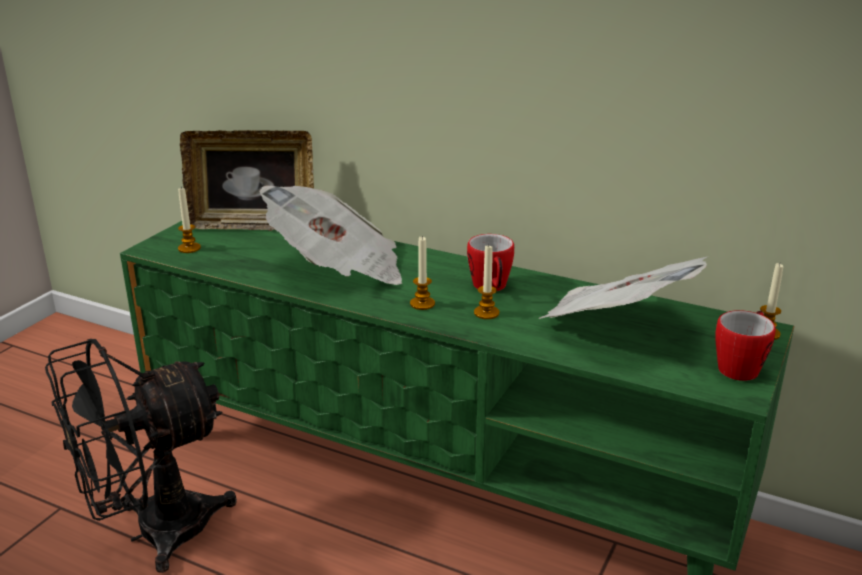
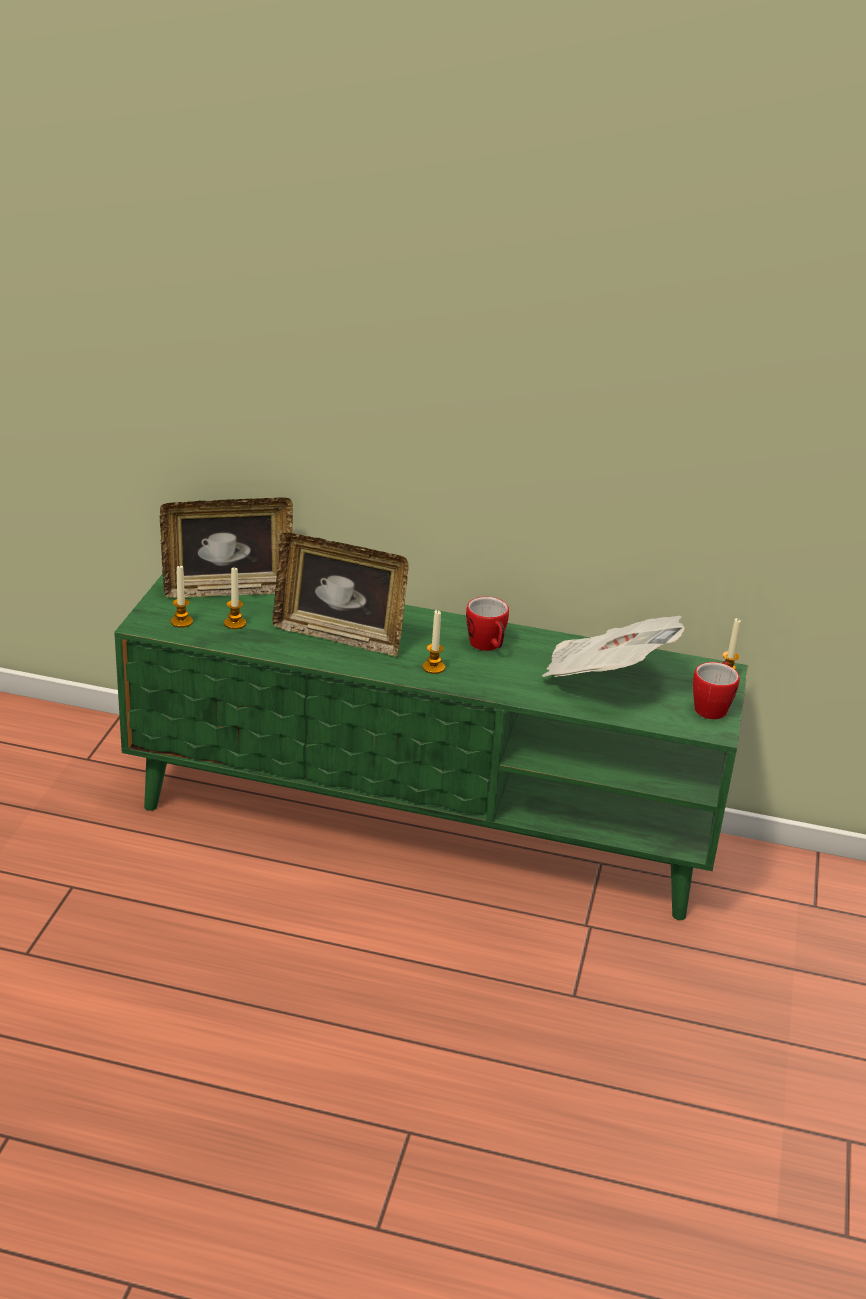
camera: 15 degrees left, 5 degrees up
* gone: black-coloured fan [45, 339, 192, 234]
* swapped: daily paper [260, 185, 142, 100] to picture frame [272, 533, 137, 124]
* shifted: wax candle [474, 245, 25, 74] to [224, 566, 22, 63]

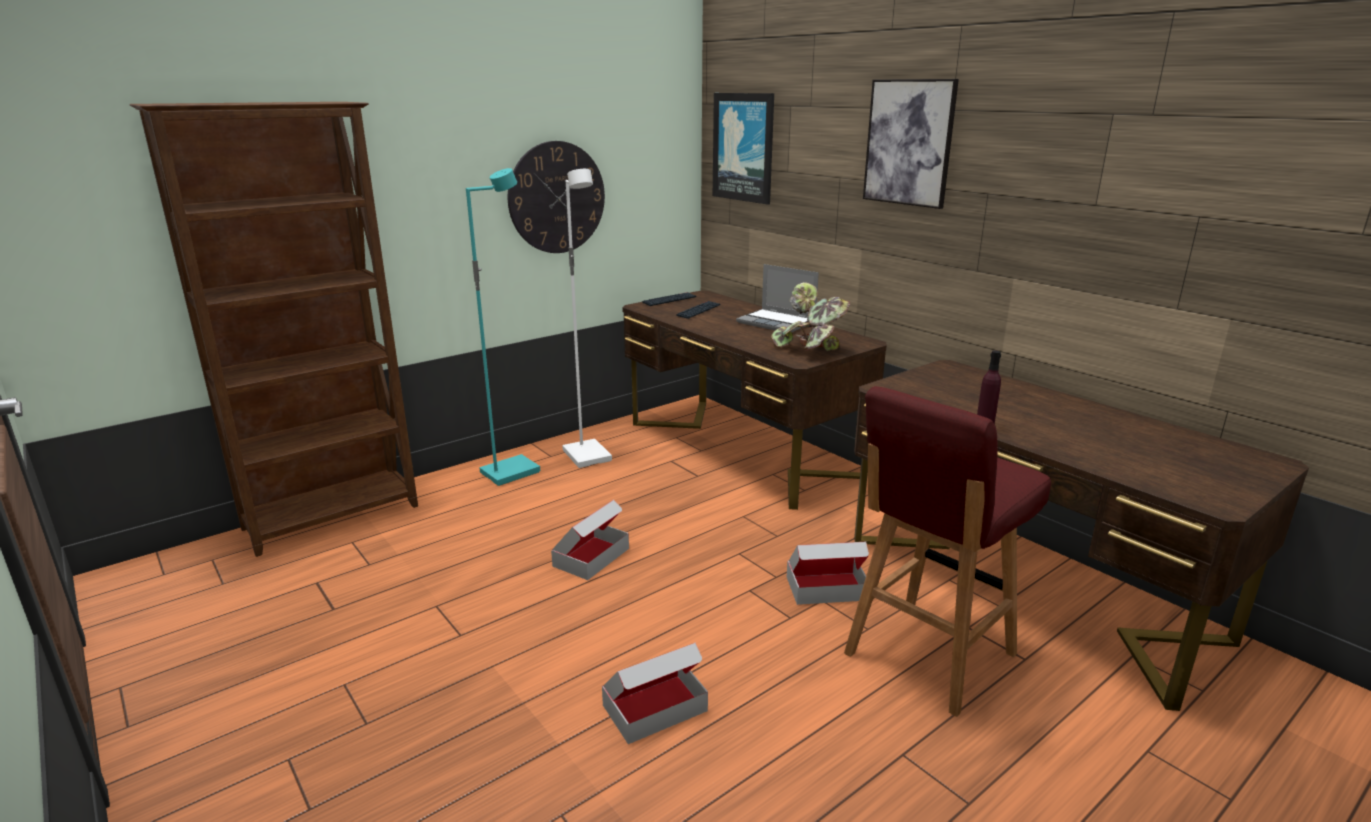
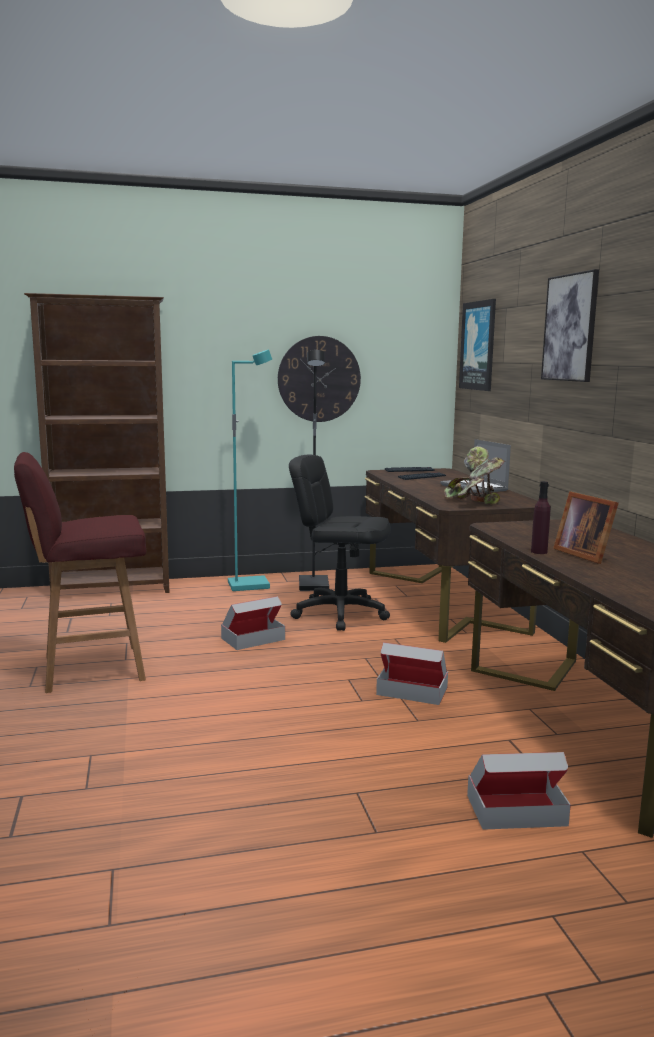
camera: 25 degrees right, 10 degrees down
* repainted: white floor lamp [562, 169, 50, 299] to black-coloured floor lamp [299, 350, 30, 241]
* shifted: cardboard box [602, 643, 106, 101] to [467, 752, 104, 78]
* shifted: red stool [844, 386, 207, 331] to [14, 452, 132, 241]
* new: black-coloured desk chair [289, 455, 102, 176]
* new: picture frame [553, 491, 66, 73]

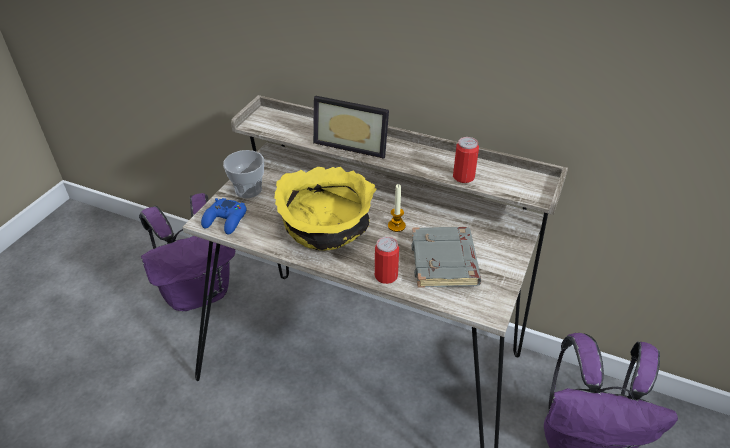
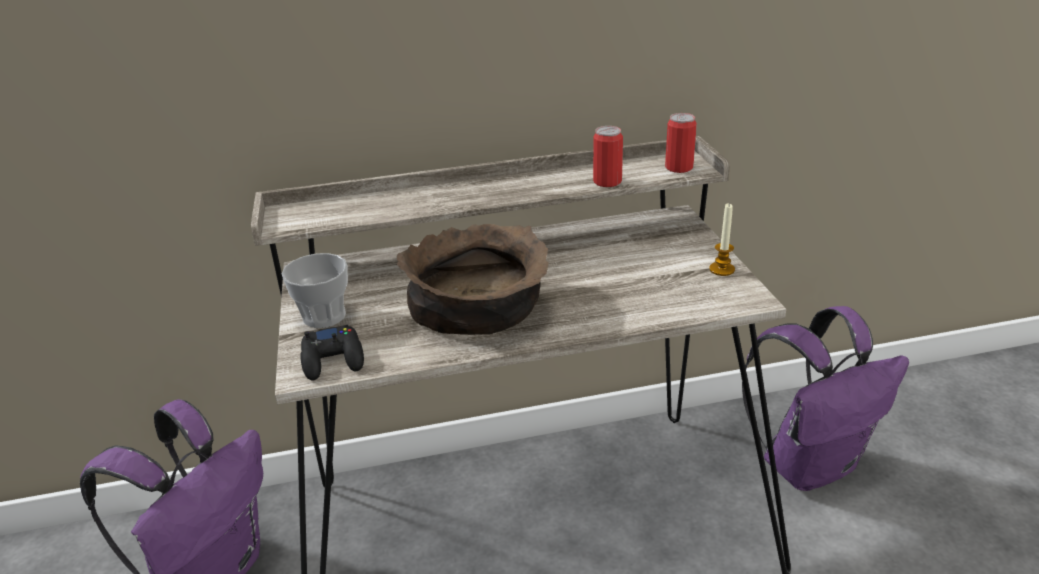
camera: 35 degrees left, 10 degrees down
* repainted: blue game controller [201, 198, 46, 36] to black-coloured game controller [300, 325, 64, 55]
* repainted: yellowish serving bowl [274, 167, 103, 83] to brown serving bowl [396, 224, 153, 111]
* gone: picture frame [313, 95, 76, 64]
* shifted: sealed can [375, 237, 24, 47] to [665, 113, 32, 60]
* shifted: wax candle [388, 184, 18, 48] to [709, 203, 26, 73]
* gone: grey bound book [411, 227, 70, 61]

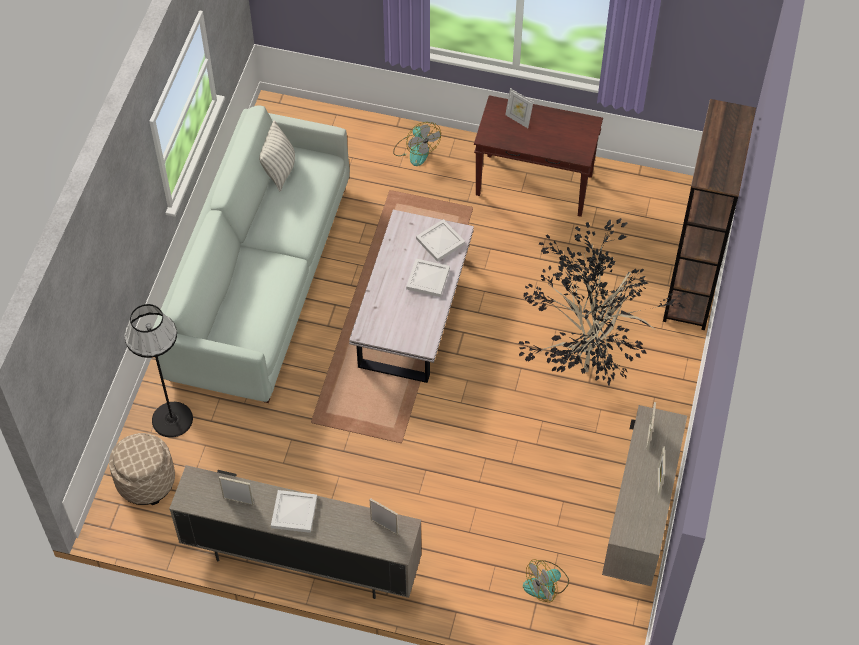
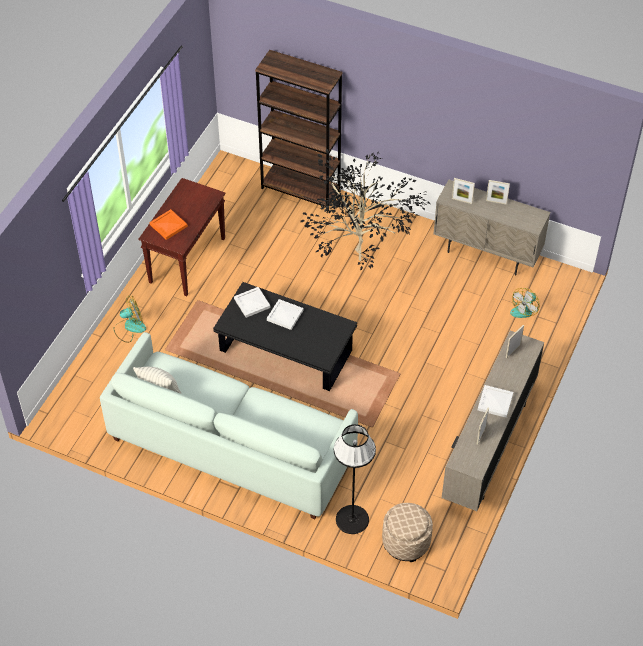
camera: 80 degrees left, 5 degrees down
* repainted: white lounge table [349, 210, 125, 173] to black-coloured lounge table [213, 282, 144, 109]
* swapped: picture frame [505, 88, 28, 40] to orangey serving tray [150, 209, 38, 31]
* rotated: fan [523, 559, 46, 43] = [510, 288, 30, 30] 60 degrees clockwise

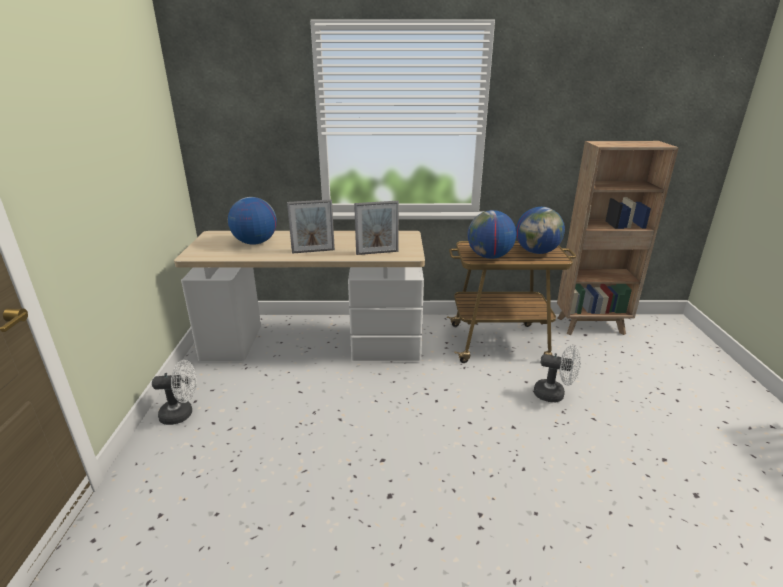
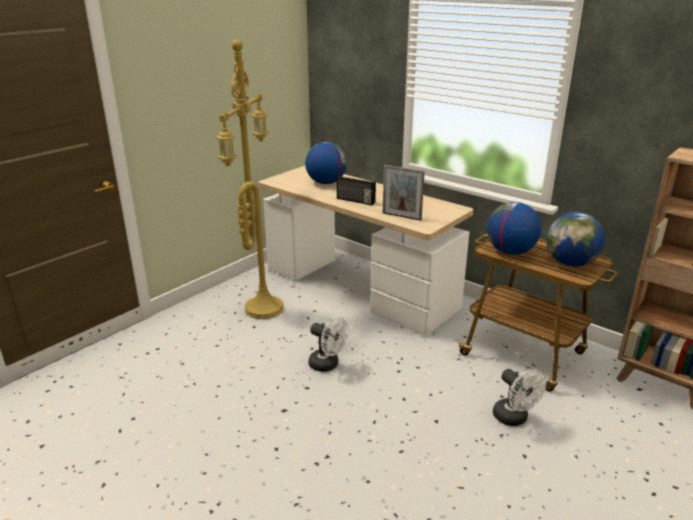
camera: 40 degrees right, 0 degrees up
* shifted: white fan [152, 360, 45, 65] to [308, 317, 41, 55]
* swapped: picture frame [287, 199, 48, 55] to radio set [337, 176, 39, 29]
* new: yellowish floor lamp [216, 40, 68, 279]

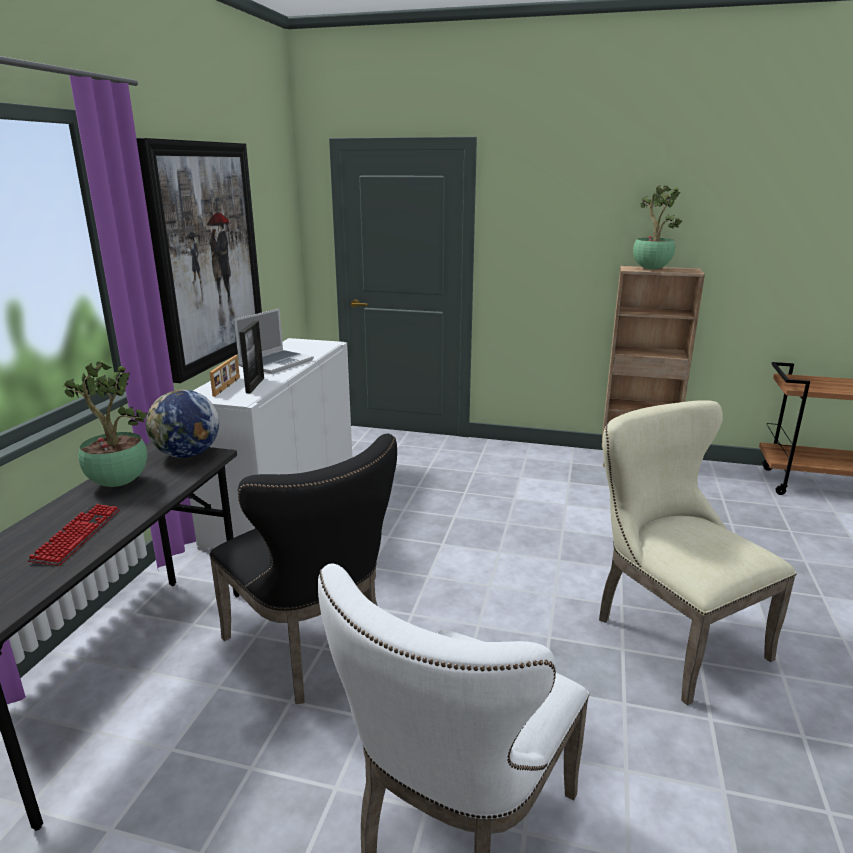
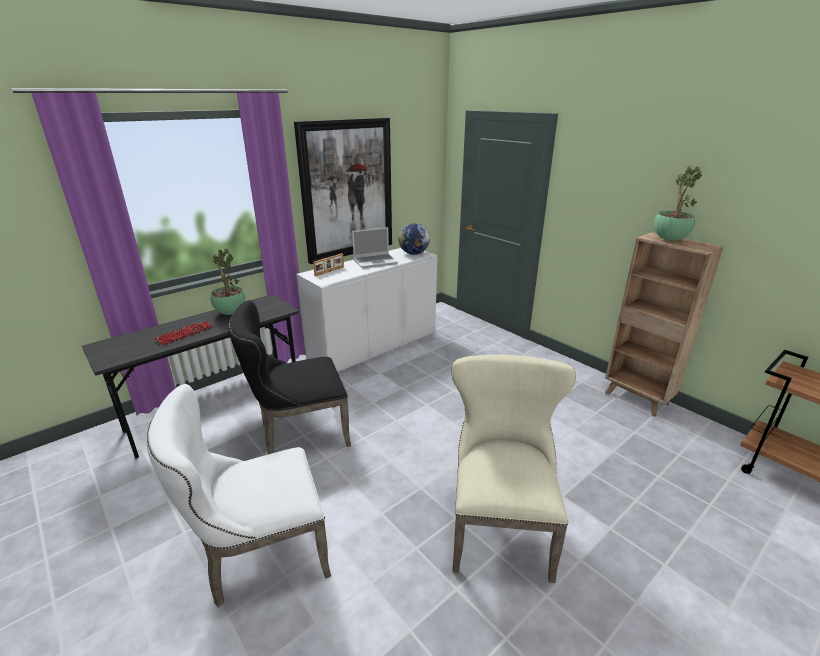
camera: 35 degrees right, 5 degrees up
* shifted: globe [146, 390, 73, 68] to [398, 223, 32, 32]
* rotated: black-coloured upright chair [209, 434, 188, 270] = [228, 300, 123, 155] 75 degrees clockwise
* gone: picture frame [239, 321, 25, 72]

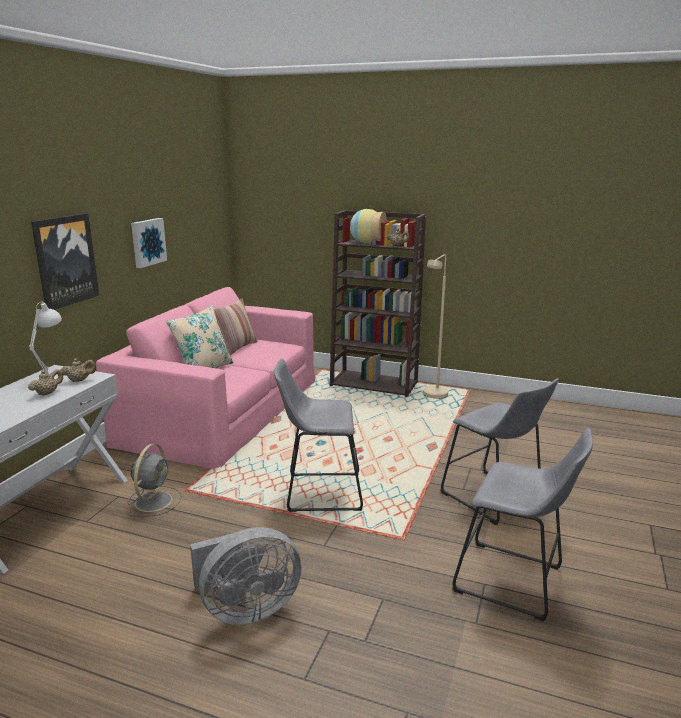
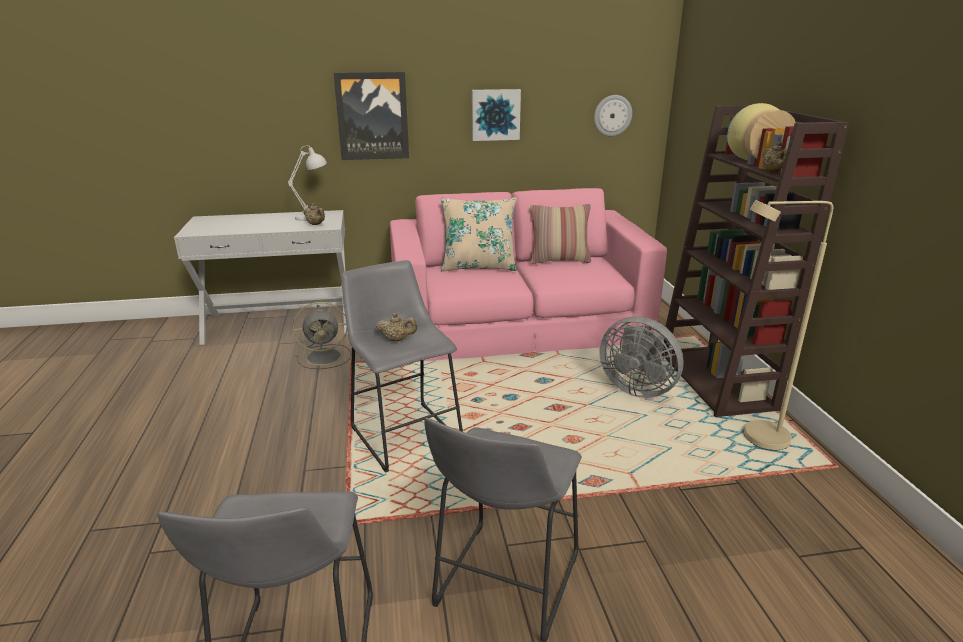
camera: 60 degrees right, 5 degrees up
* shifted: beige pot for tea [28, 369, 35, 27] to [376, 313, 41, 29]
* shifted: grey fan [190, 527, 112, 98] to [600, 317, 84, 81]
* new: wall clock [594, 95, 38, 41]

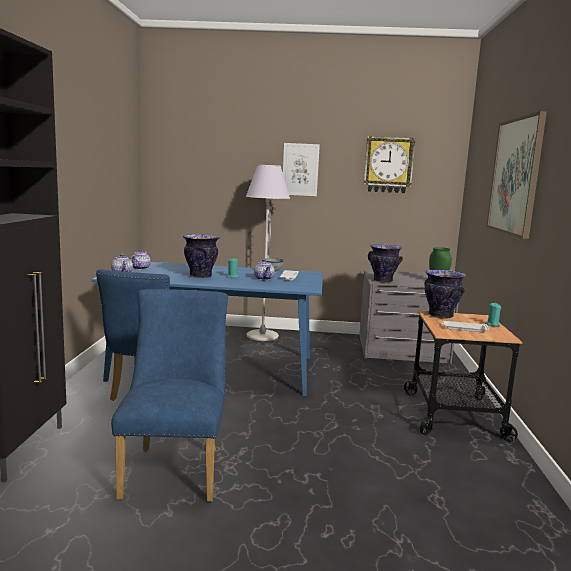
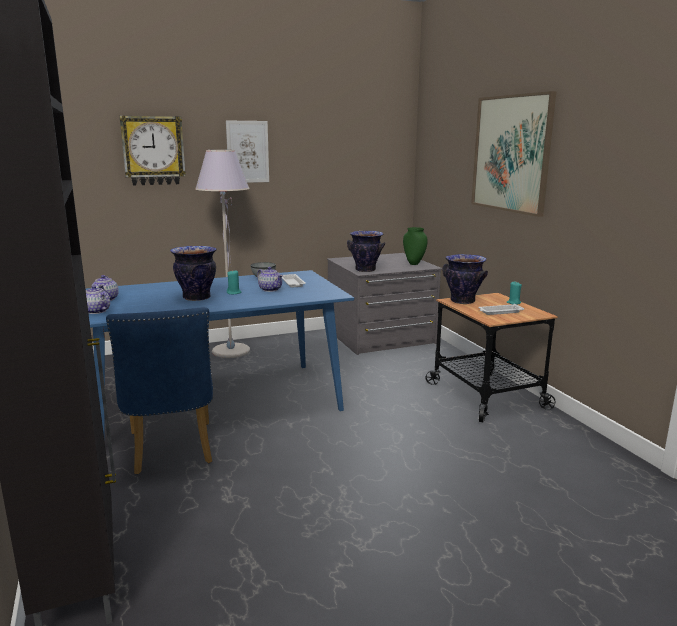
camera: 25 degrees left, 5 degrees up
* gone: blue upright chair [111, 289, 117, 213]
* shifted: wall clock [363, 136, 53, 57] to [120, 116, 66, 69]

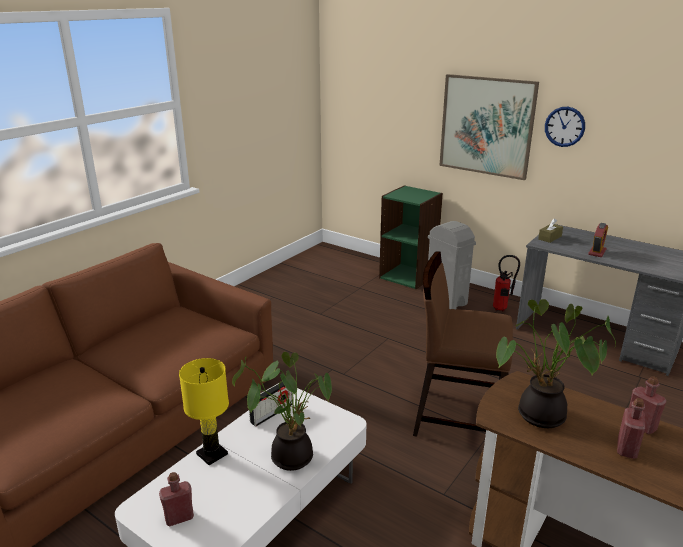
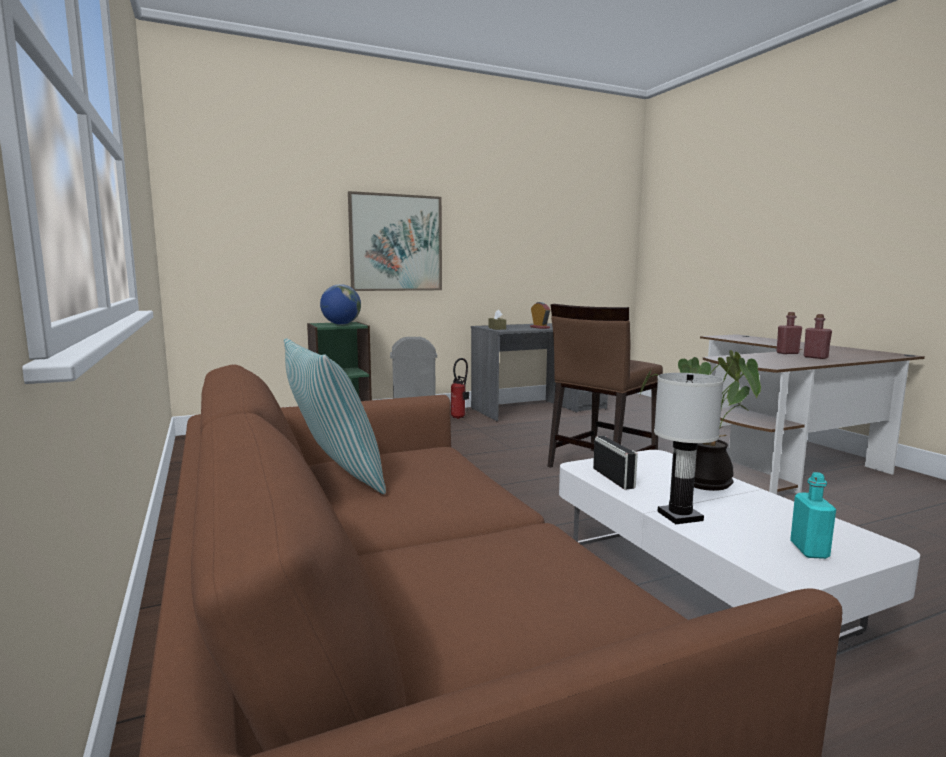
camera: 60 degrees left, 15 degrees down
* repainted: red drink bottle [159, 472, 35, 55] to blue-green drink bottle [790, 472, 46, 87]
* repainted: yellowish tabletop lamp [179, 358, 50, 107] to white tabletop lamp [654, 373, 70, 151]
* gone: plant in a pot [496, 299, 120, 129]
* gone: wall clock [545, 107, 40, 40]
* new: cushion [284, 338, 102, 156]
* new: globe [320, 284, 41, 41]

